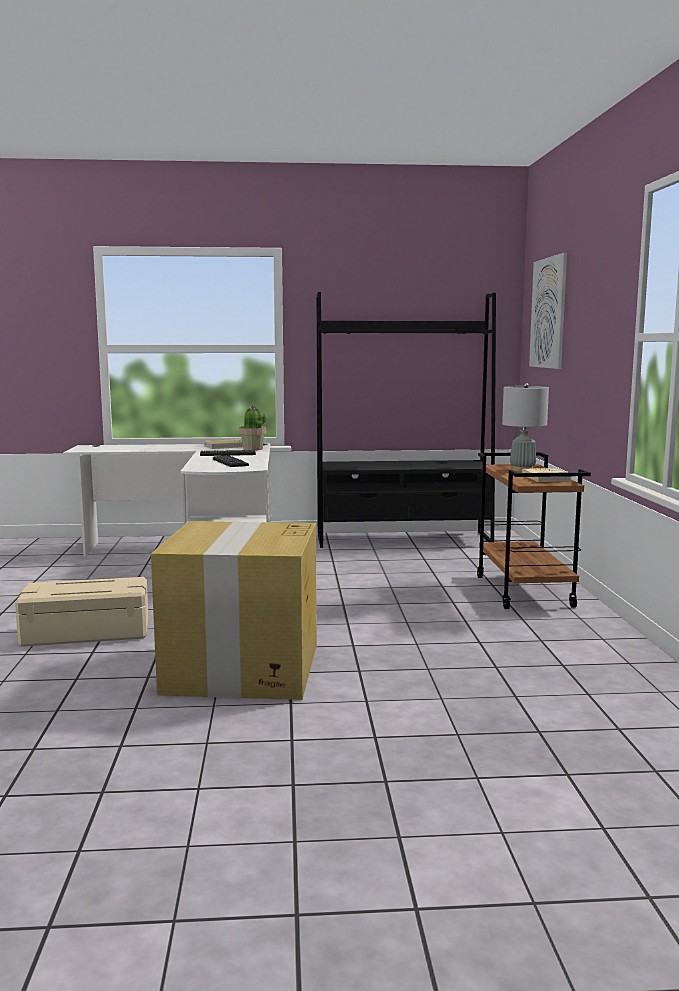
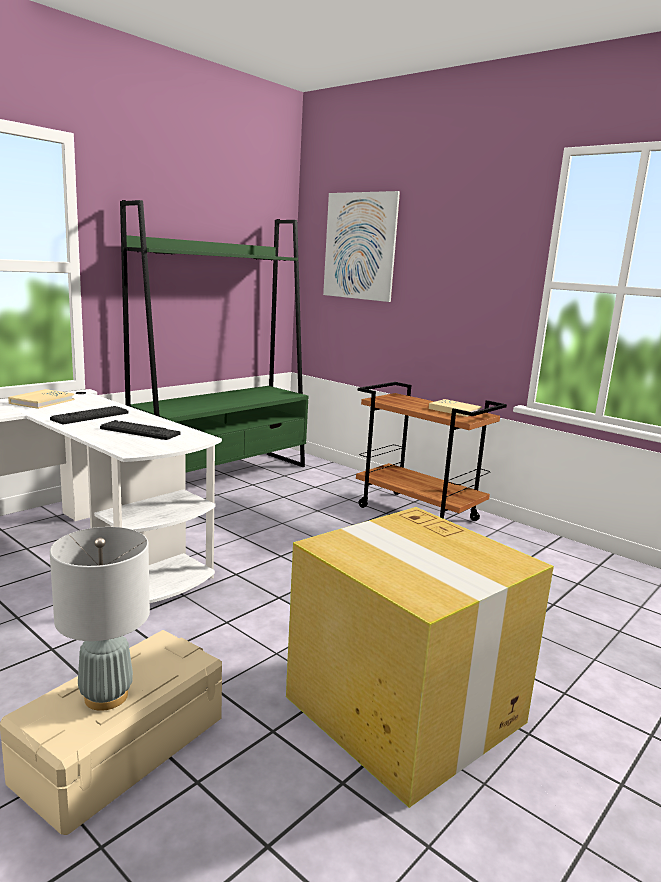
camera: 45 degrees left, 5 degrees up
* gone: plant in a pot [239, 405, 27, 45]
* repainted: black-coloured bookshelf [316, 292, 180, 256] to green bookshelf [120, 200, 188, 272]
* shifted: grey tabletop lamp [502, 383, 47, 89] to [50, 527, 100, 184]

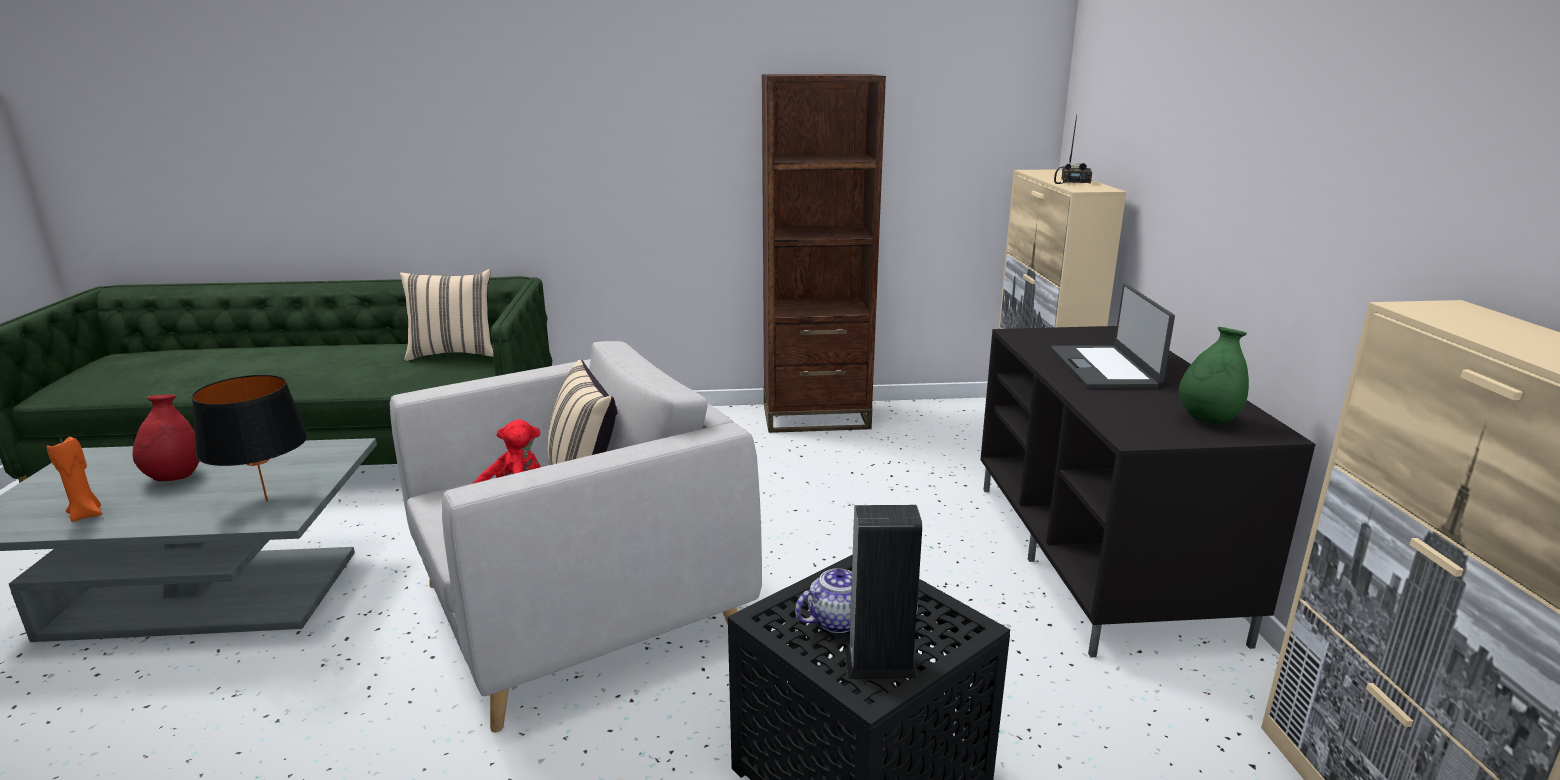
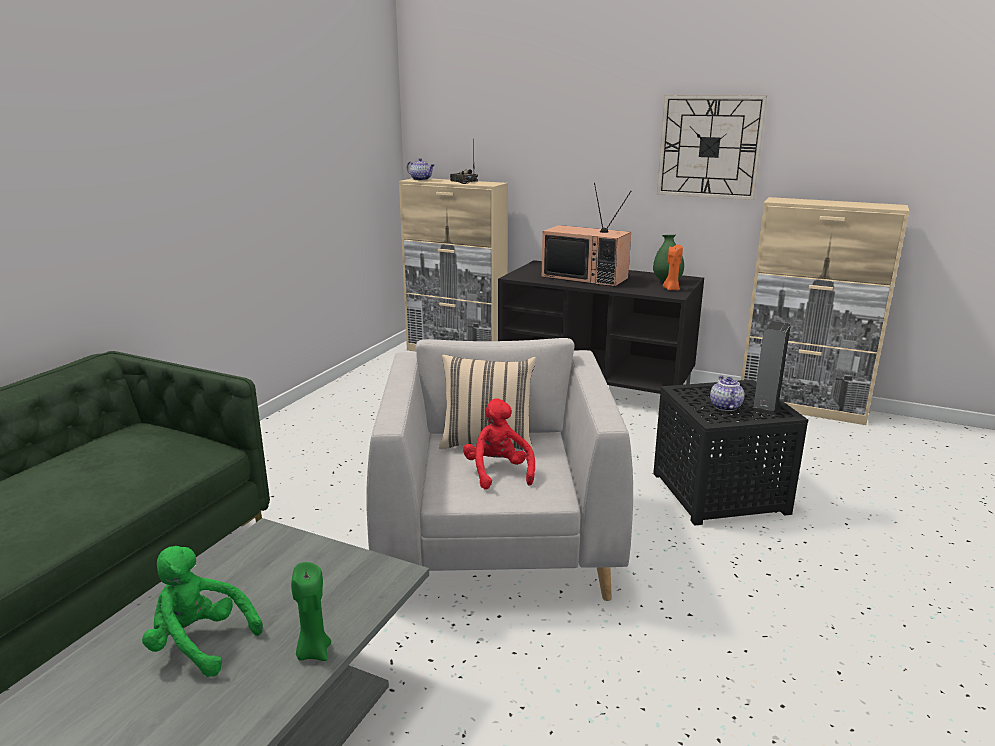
camera: 60 degrees left, 0 degrees up
* shifted: orangey wax candle [47, 437, 56, 85] to [663, 244, 20, 47]
* swapped: red flower vase [133, 394, 66, 87] to green cuddly toy [142, 546, 121, 131]
* gone: black-coloured tabletop lamp [191, 375, 117, 127]
* gone: beige cushion [400, 269, 93, 92]
* gone: brown bookshelf [762, 74, 124, 359]
* swapped: portable computer [1051, 284, 124, 104] to TV set [542, 183, 90, 104]
* new: green wax candle [291, 562, 40, 99]
* new: pot for tea [407, 158, 27, 22]
* new: wall clock [657, 95, 110, 105]

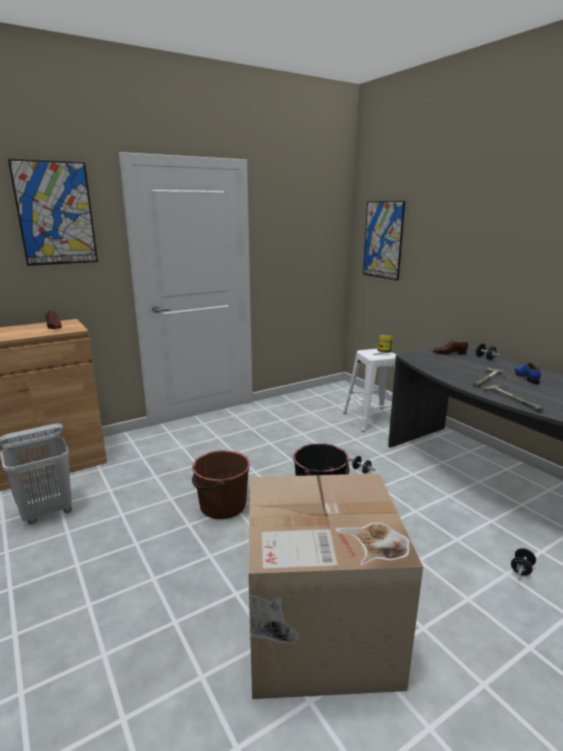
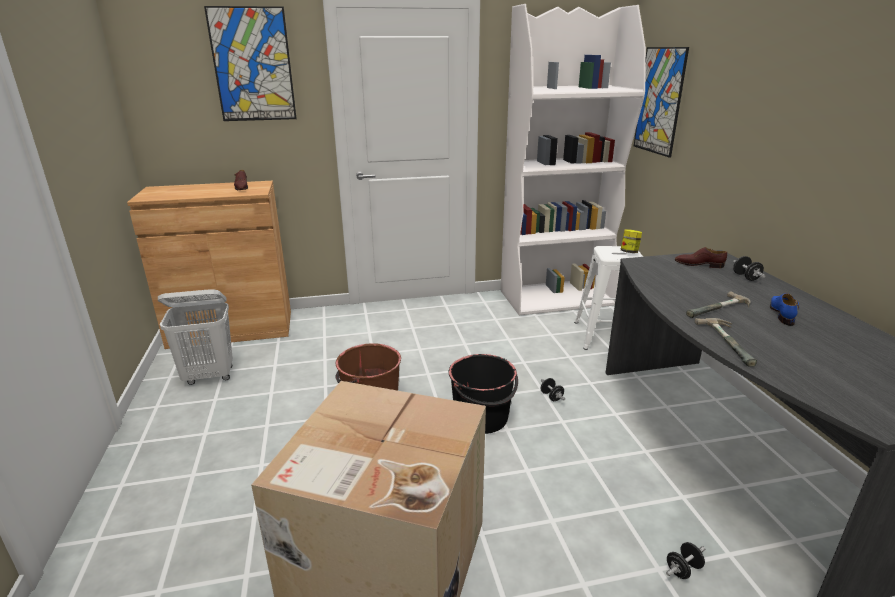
camera: 20 degrees right, 5 degrees up
* new: white bookshelf [501, 4, 145, 311]

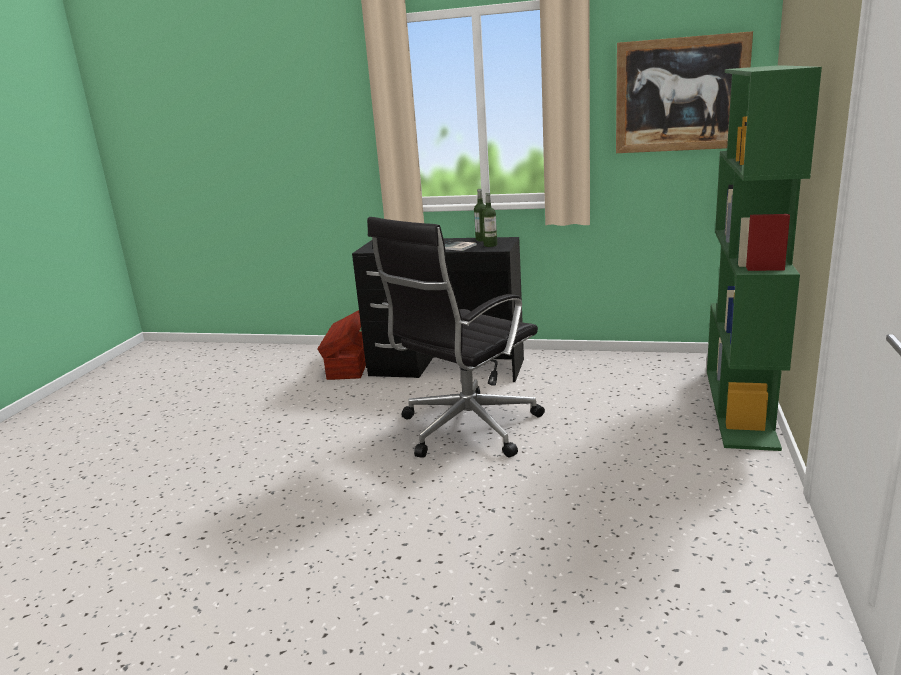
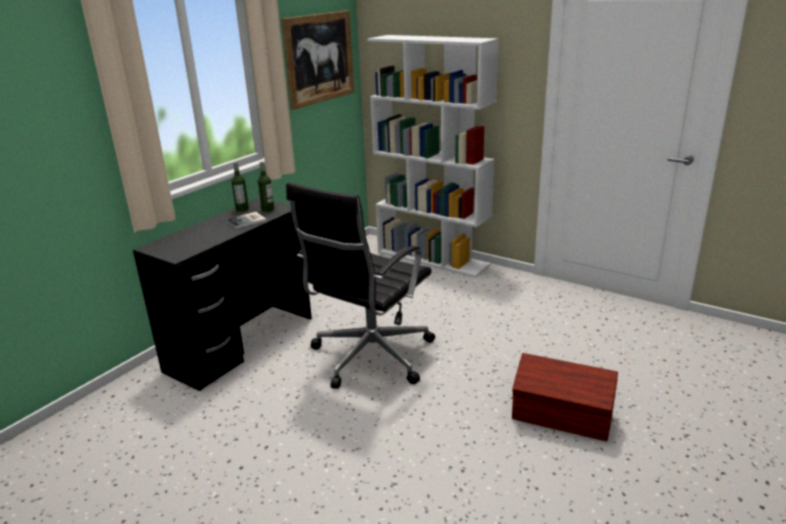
camera: 70 degrees left, 5 degrees up
* shifted: brown storage bin [317, 310, 49, 70] to [512, 353, 106, 88]
* rotated: black-coloured desk chair [367, 217, 178, 241] = [286, 182, 149, 207] 60 degrees clockwise
* repainted: green bookshelf [707, 65, 115, 386] to white bookshelf [367, 35, 132, 243]

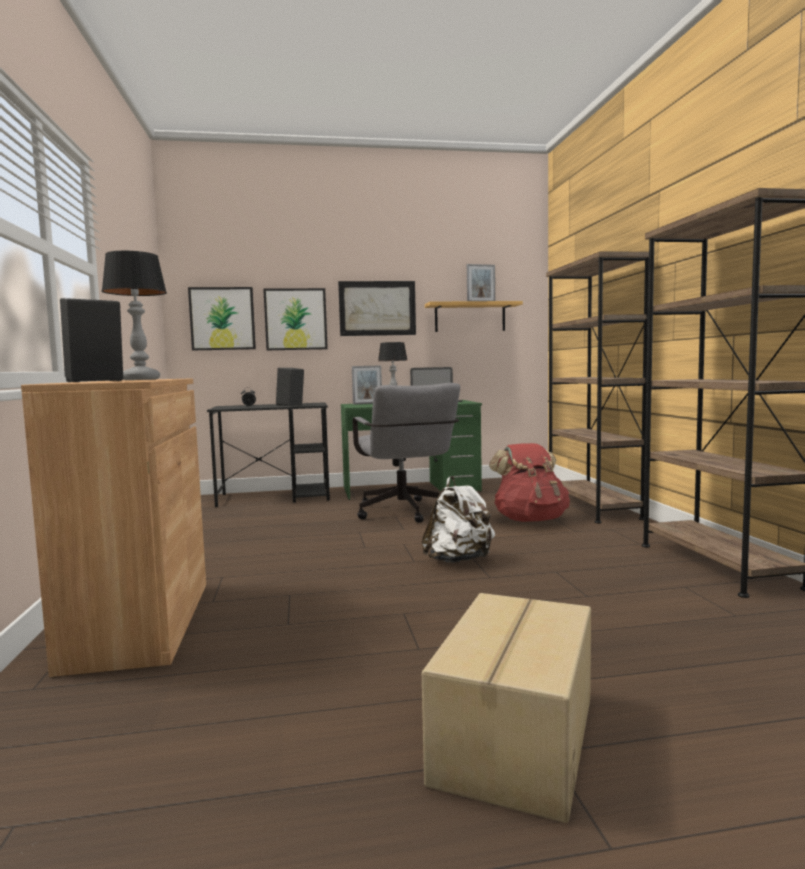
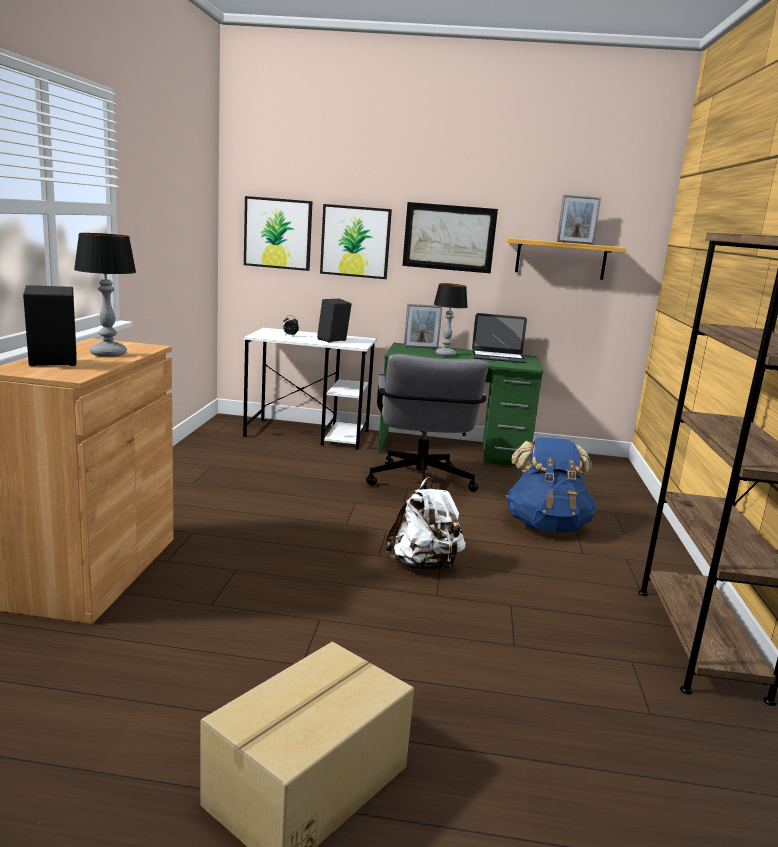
camera: 15 degrees right, 10 degrees up
* repainted: black-coloured desk table [207, 402, 123, 105] to white desk table [243, 328, 134, 122]
* repainted: red rucksack [489, 443, 81, 79] to blue rucksack [506, 437, 90, 95]
* gone: brown bookshelf [546, 251, 103, 272]

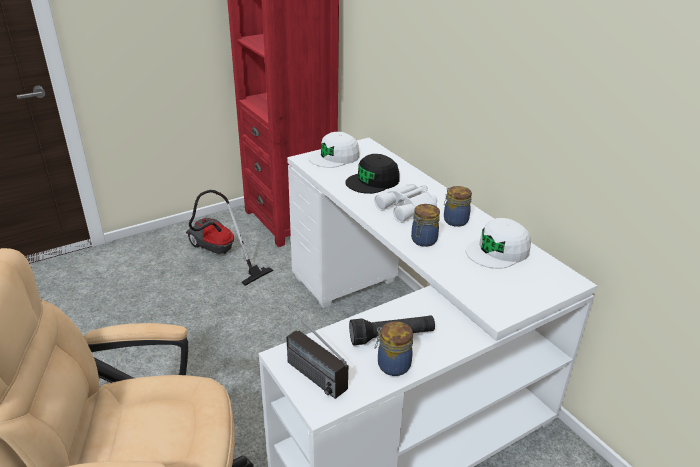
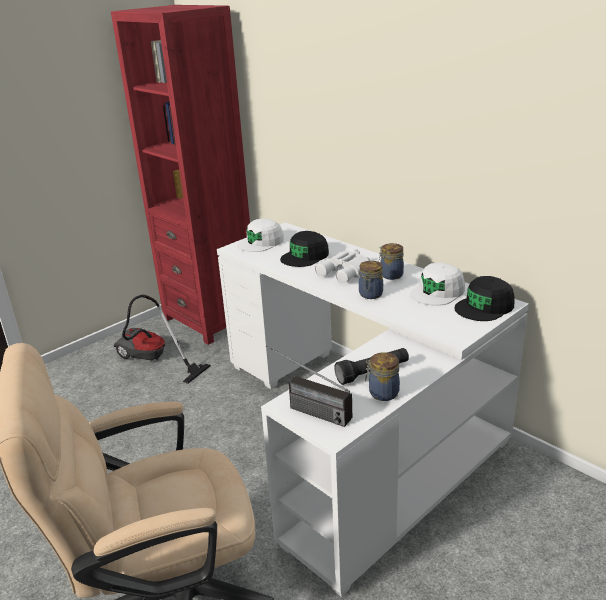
camera: 10 degrees left, 5 degrees down
* new: black-coloured baseball cap [454, 276, 61, 45]

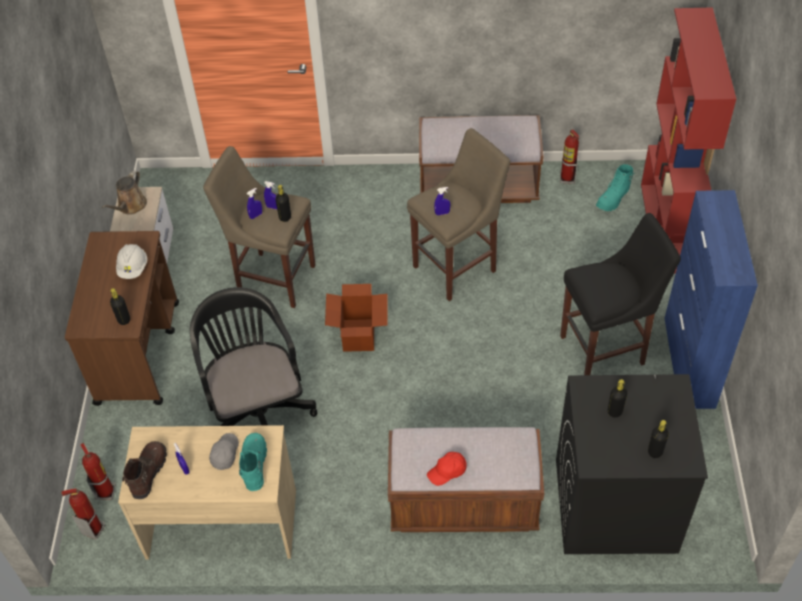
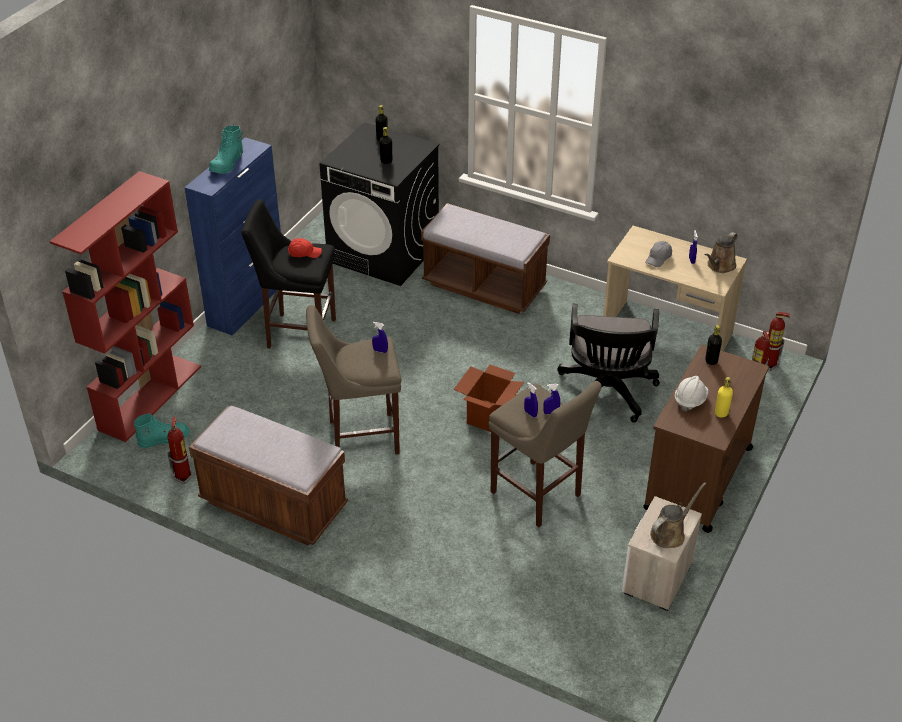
camera: 155 degrees left, 10 degrees down
* swapped: brown high-top boot [122, 441, 45, 58] to brown watering pot [704, 232, 34, 41]
* shifted: blue-green high-top boot [239, 433, 28, 58] to [209, 125, 34, 49]
* gone: black-coloured drink bottle [275, 185, 16, 37]
* shifted: red baseball cap [427, 452, 40, 34] to [288, 238, 34, 20]
* new: yellowish drink bottle [715, 377, 18, 41]

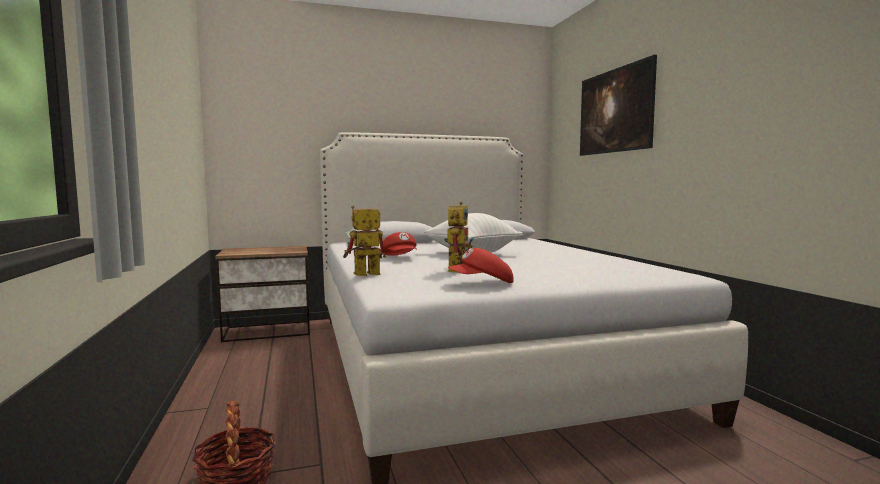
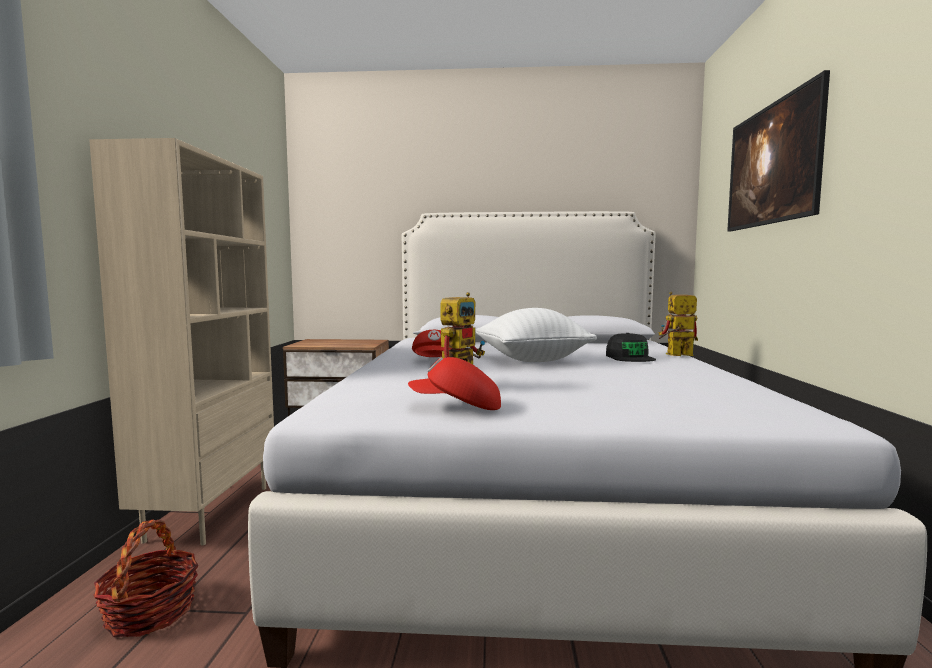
camera: 20 degrees right, 0 degrees up
* shifted: model robot [343, 206, 43, 70] to [659, 292, 39, 64]
* new: beige bookshelf [89, 138, 185, 408]
* new: black-coloured baseball cap [606, 333, 50, 29]

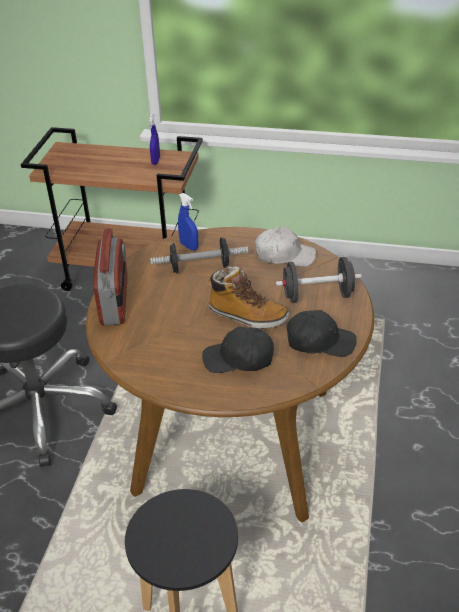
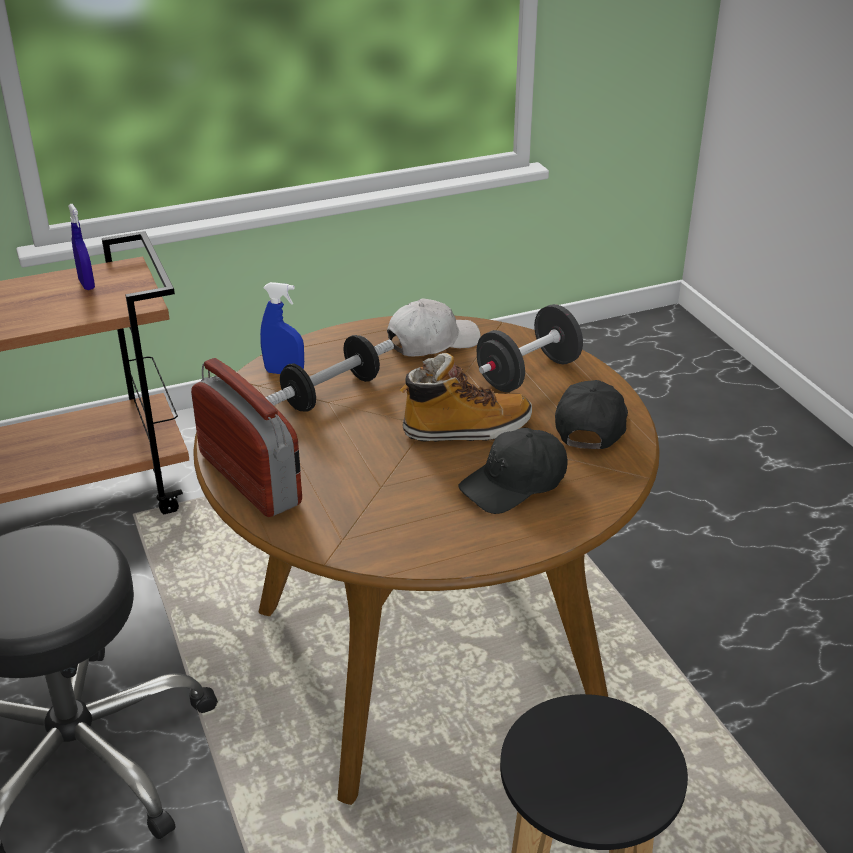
camera: 35 degrees left, 5 degrees down
* rotated: black-coloured baseball cap [287, 310, 70, 47] = [555, 380, 73, 69] 45 degrees counterclockwise

